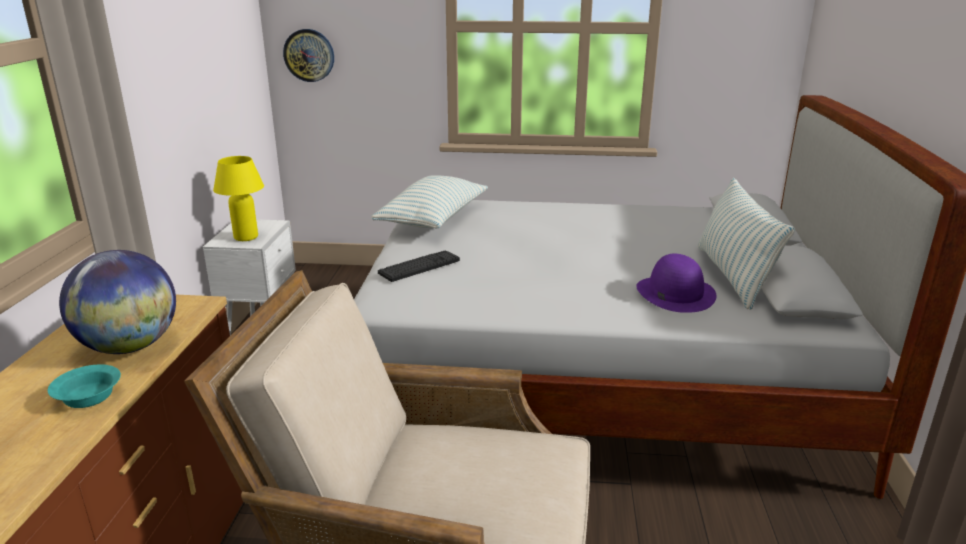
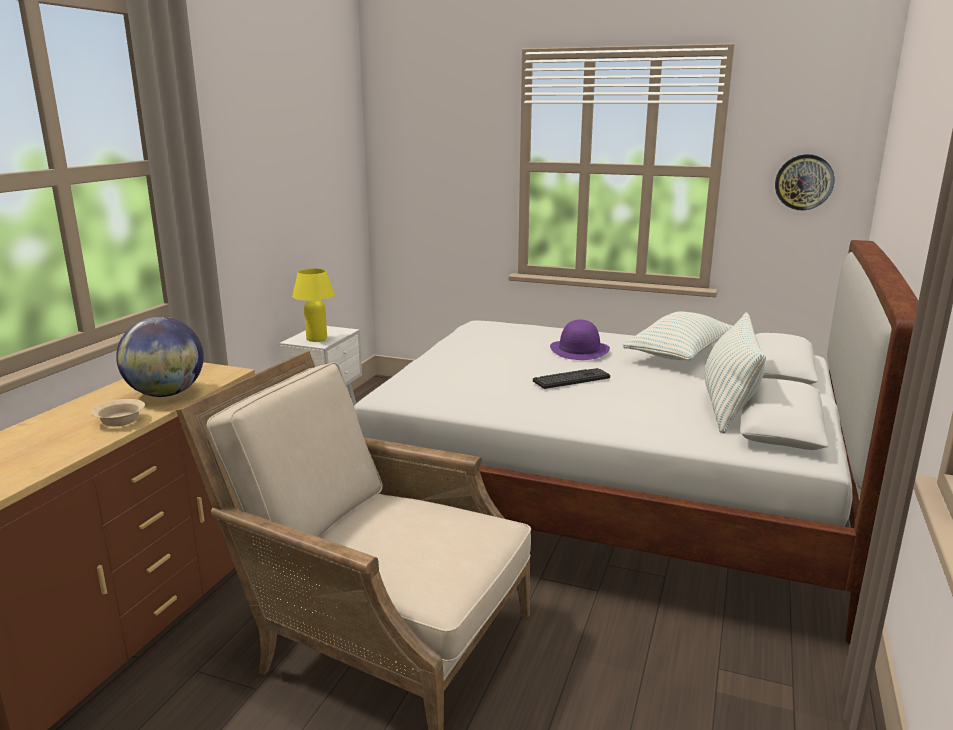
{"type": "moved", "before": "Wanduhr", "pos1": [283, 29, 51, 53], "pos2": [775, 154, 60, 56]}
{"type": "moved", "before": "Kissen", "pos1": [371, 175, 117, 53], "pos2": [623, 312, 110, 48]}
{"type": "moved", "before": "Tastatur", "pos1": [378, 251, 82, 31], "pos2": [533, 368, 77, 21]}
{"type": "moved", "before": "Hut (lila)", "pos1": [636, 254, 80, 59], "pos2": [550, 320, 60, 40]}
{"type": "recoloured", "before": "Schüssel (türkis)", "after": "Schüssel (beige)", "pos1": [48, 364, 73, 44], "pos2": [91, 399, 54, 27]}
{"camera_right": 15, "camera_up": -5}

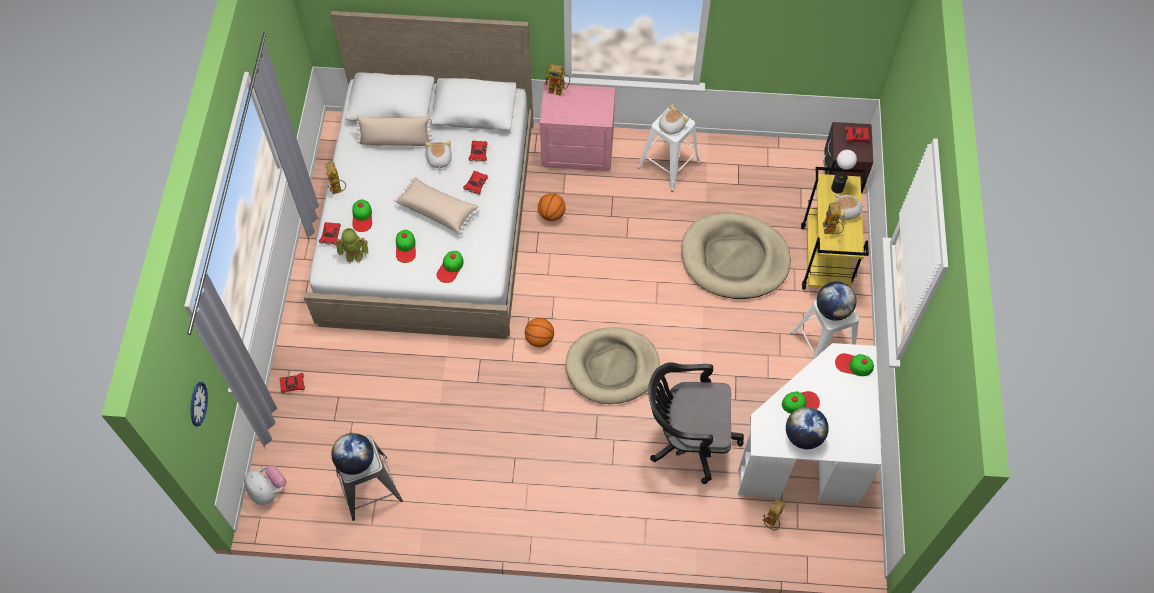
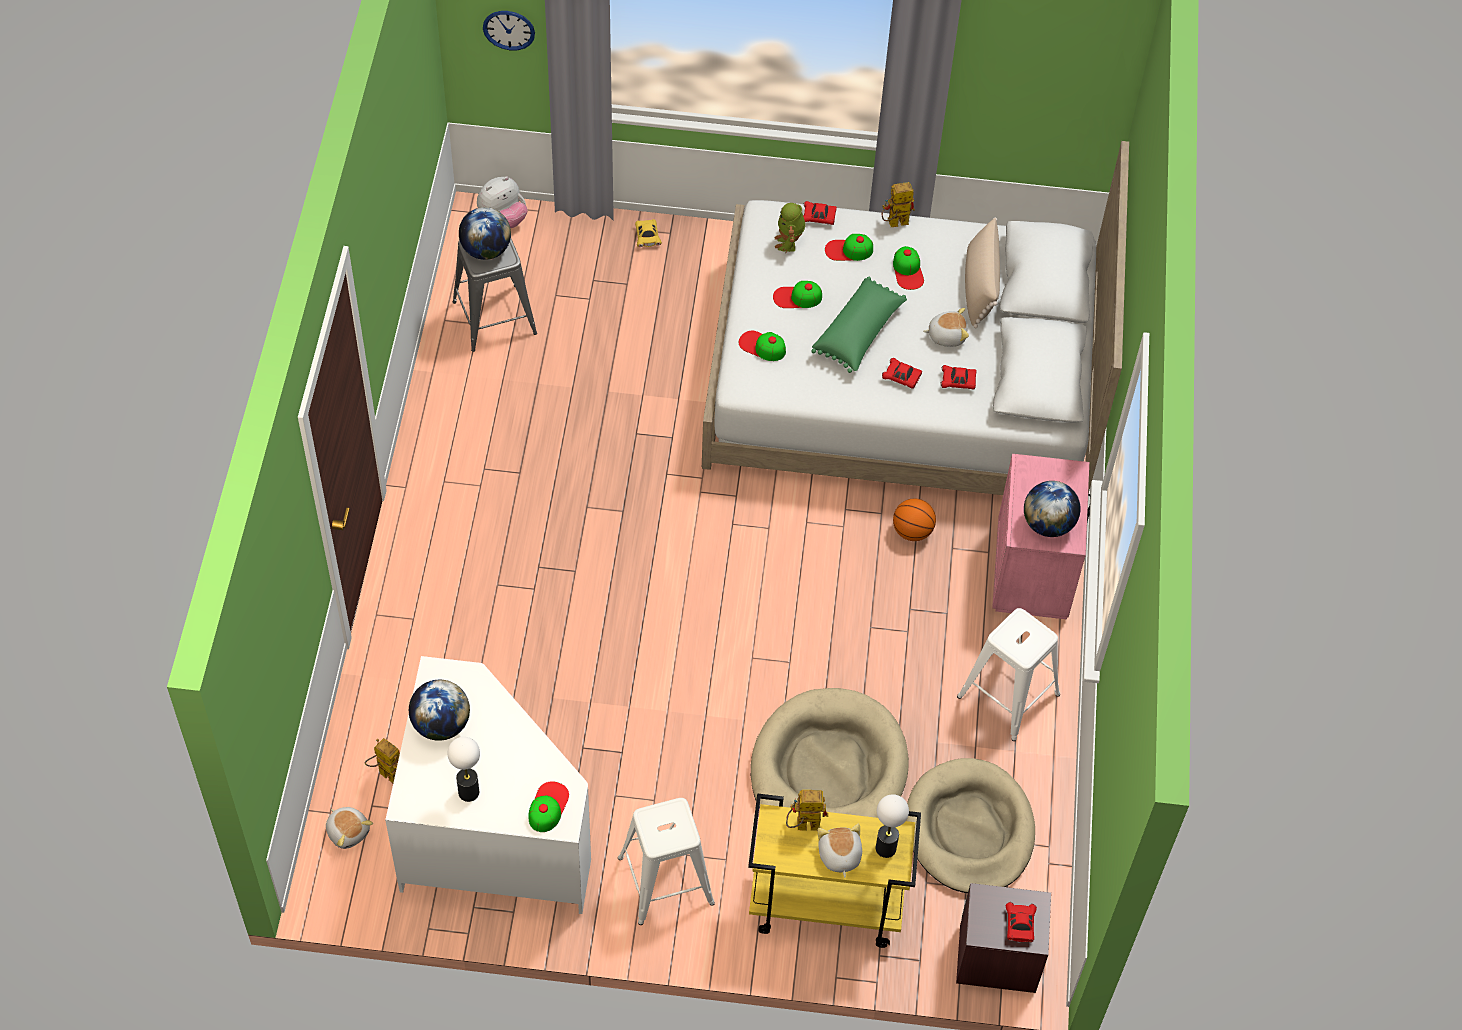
{"type": "removed", "before": "Basketball", "pos1": [525, 318, 29, 29]}
{"type": "removed", "before": "Spielzeugroboter", "pos1": [544, 64, 26, 32]}
{"type": "removed", "before": "Bürostuhl (schwarz)", "pos1": [648, 362, 96, 122]}
{"type": "added", "after": "Tischlampe", "pos2": [447, 737, 33, 65]}
{"type": "moved", "before": "Hundebett (beige)", "pos1": [565, 327, 95, 77], "pos2": [906, 758, 129, 135]}
{"type": "moved", "before": "Plüschtier", "pos1": [659, 104, 30, 31], "pos2": [326, 807, 47, 42]}
{"type": "moved", "before": "Kappe", "pos1": [782, 391, 38, 22], "pos2": [893, 246, 31, 44]}
{"type": "moved", "before": "Globus", "pos1": [817, 282, 39, 39], "pos2": [1024, 481, 57, 56]}
{"type": "recoloured", "before": "Spielzeugauto (rot)", "after": "Spielzeugauto (gelb)", "pos1": [280, 373, 25, 20], "pos2": [635, 219, 27, 28]}
{"type": "recoloured", "before": "Kissen (beige)", "after": "Kissen (grün)", "pos1": [394, 177, 85, 57], "pos2": [811, 277, 96, 96]}
{"camera_right": 90, "camera_up": -5}

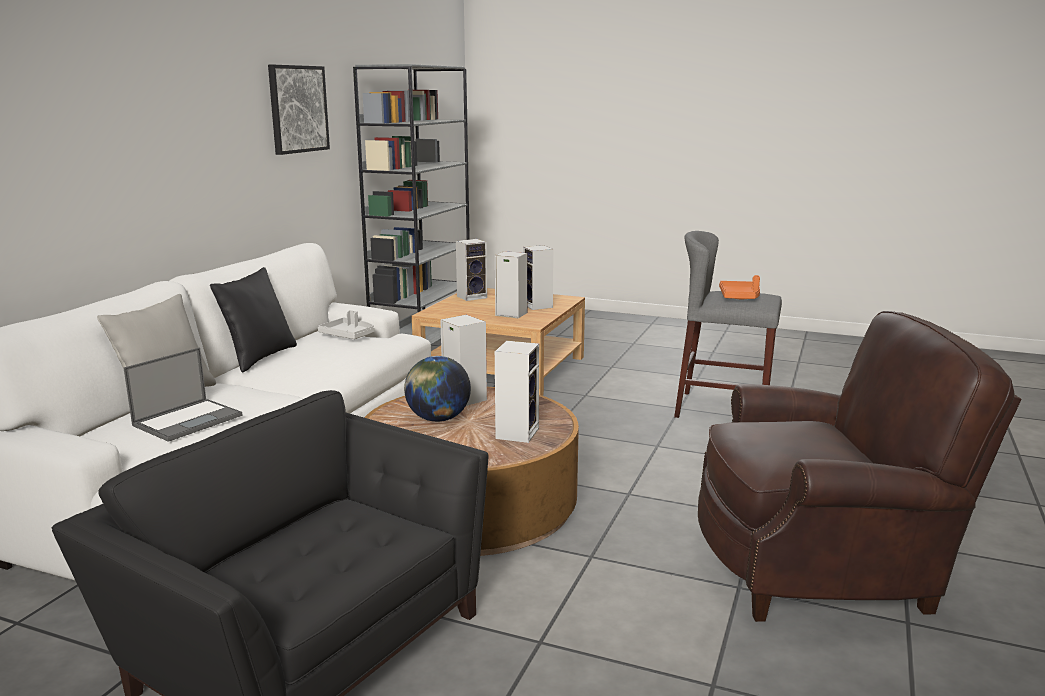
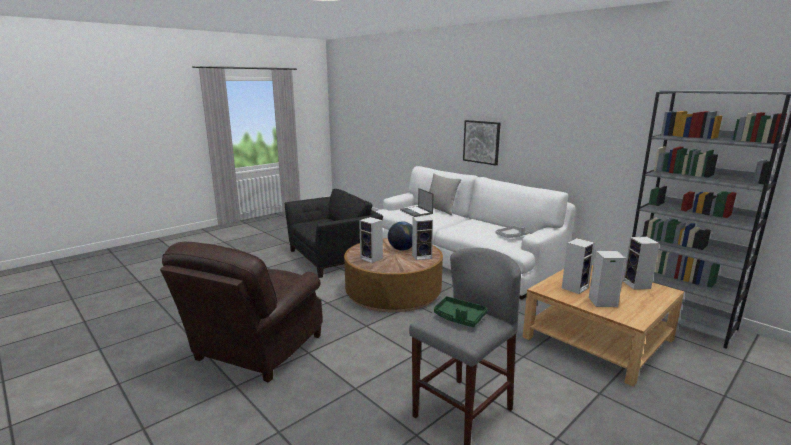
{"type": "removed", "before": "Kissen (schwarz)", "pos1": [210, 267, 87, 106]}
{"type": "moved", "before": "Bild", "pos1": [268, 65, 62, 90], "pos2": [463, 120, 38, 46]}
{"type": "recoloured", "before": "Tablett (orange)", "after": "Tablett (grün)", "pos1": [719, 275, 41, 24], "pos2": [434, 296, 53, 31]}
{"camera_right": 115, "camera_up": 0}

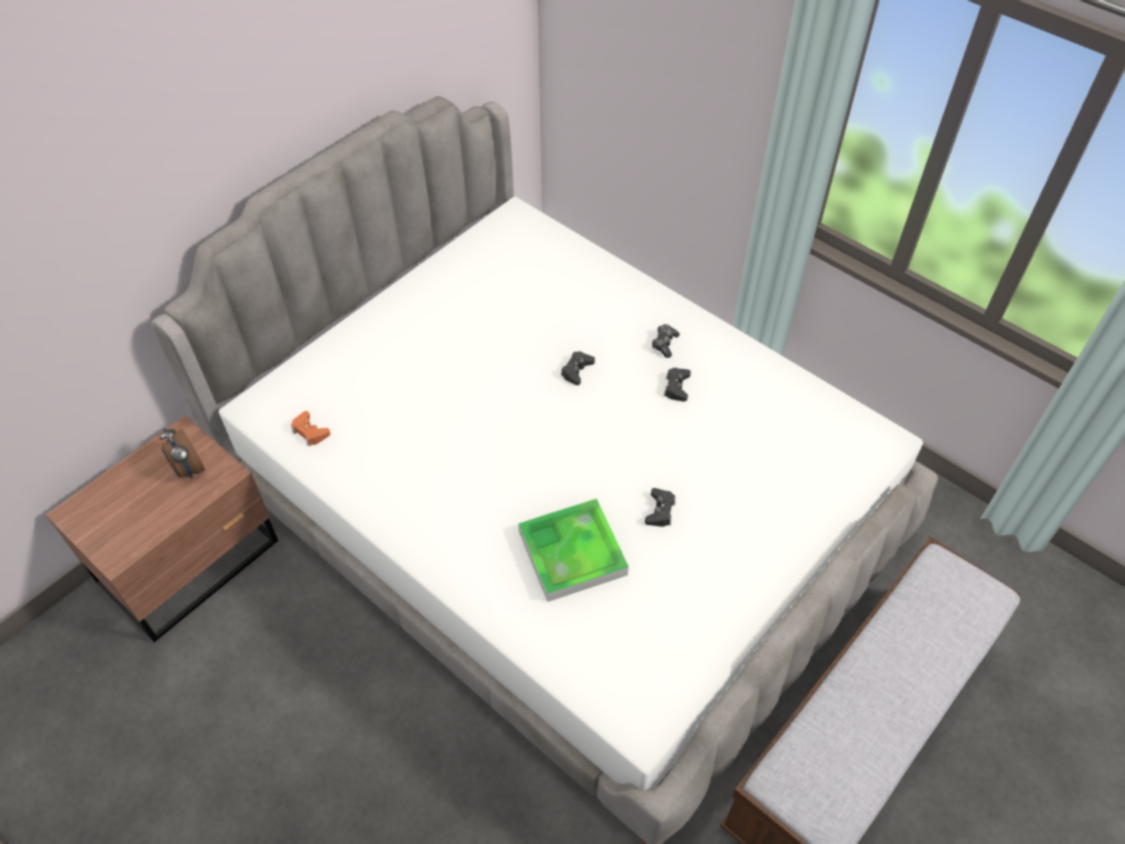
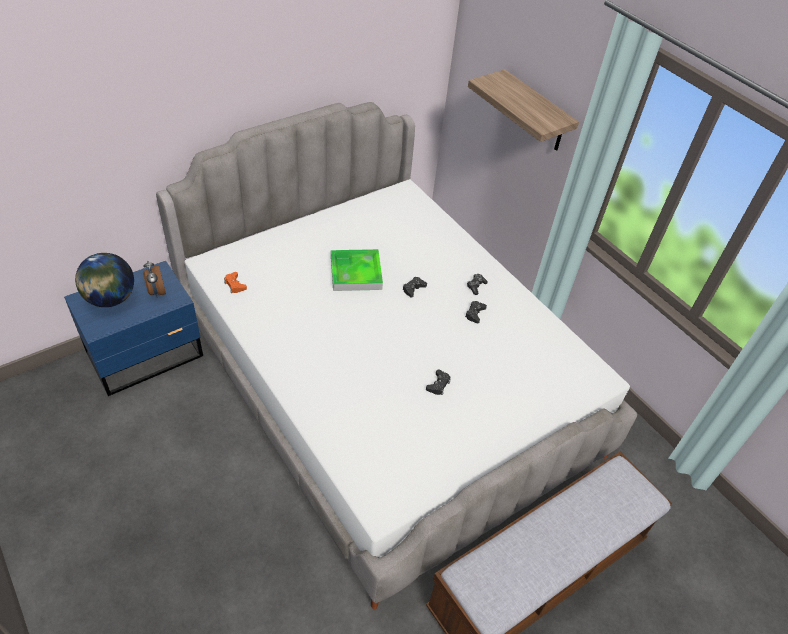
{"type": "added", "after": "Globus", "pos2": [75, 253, 59, 54]}
{"type": "added", "after": "Wandregal", "pos2": [468, 69, 111, 82]}
{"type": "moved", "before": "Tablett", "pos1": [518, 499, 111, 103], "pos2": [331, 249, 52, 42]}
{"type": "recoloured", "before": "Nachttisch (braun)", "after": "Nachttisch (blau)", "pos1": [45, 415, 233, 227], "pos2": [64, 261, 139, 135]}
{"camera_right": 10, "camera_up": -5}

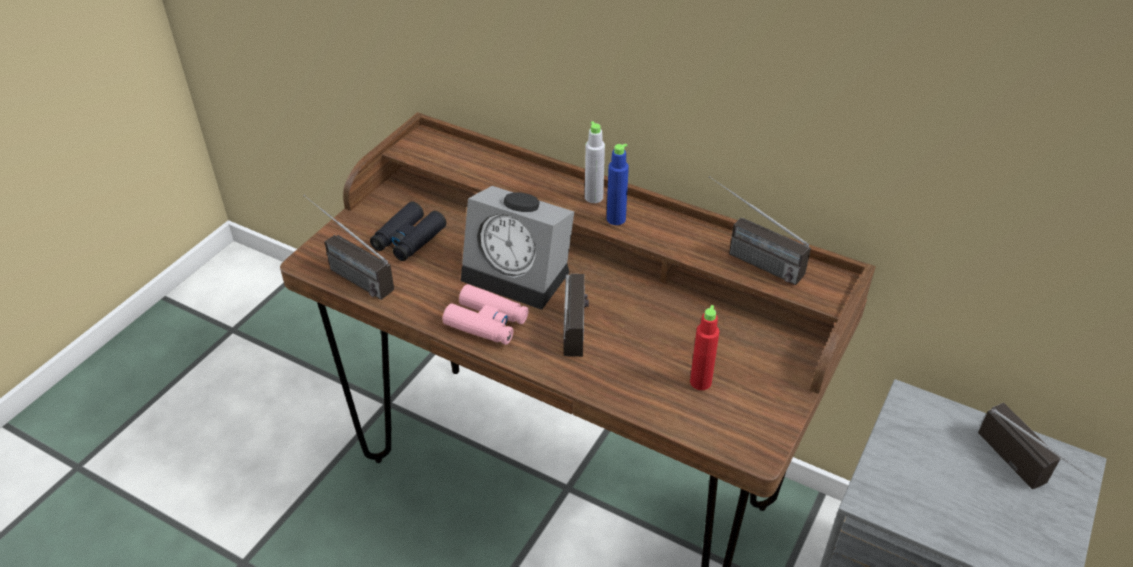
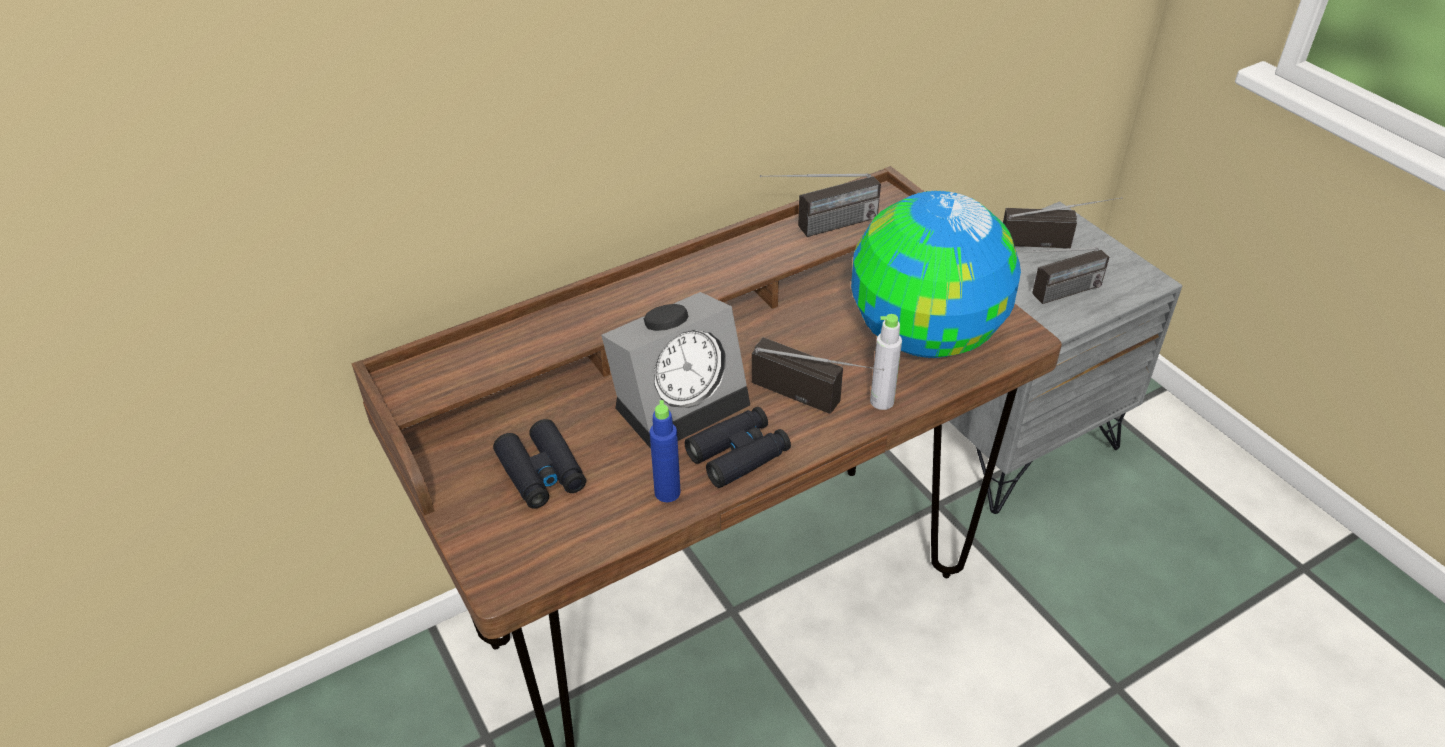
{"type": "moved", "before": "Radio", "pos1": [304, 195, 90, 105], "pos2": [1017, 247, 92, 57]}
{"type": "moved", "before": "Flasche (grau)", "pos1": [585, 121, 20, 82], "pos2": [870, 314, 32, 96]}
{"type": "moved", "before": "Flasche (blau)", "pos1": [607, 144, 22, 81], "pos2": [650, 400, 31, 102]}
{"type": "replaced", "before": "Flasche (rot)", "after": "Globus", "pos1": [690, 305, 29, 85], "pos2": [851, 191, 170, 167]}
{"type": "recoloured", "before": "Fernglas (rosa)", "after": "Fernglas (schwarz)", "pos1": [443, 284, 86, 61], "pos2": [685, 407, 106, 81]}
{"camera_right": -60, "camera_up": 0}

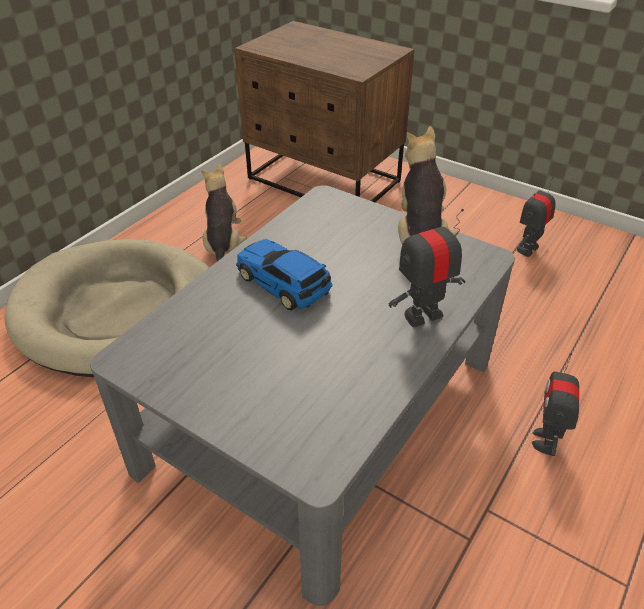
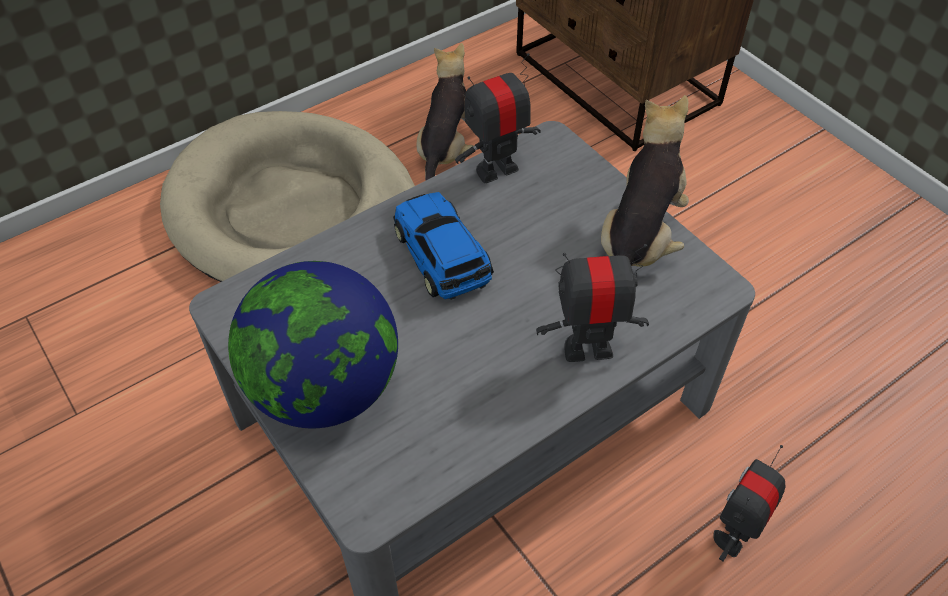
{"type": "added", "after": "Globus", "pos2": [228, 261, 170, 167]}
{"type": "moved", "before": "Spielzeugroboter", "pos1": [517, 177, 39, 80], "pos2": [455, 53, 86, 130]}
{"camera_right": 20, "camera_up": 10}

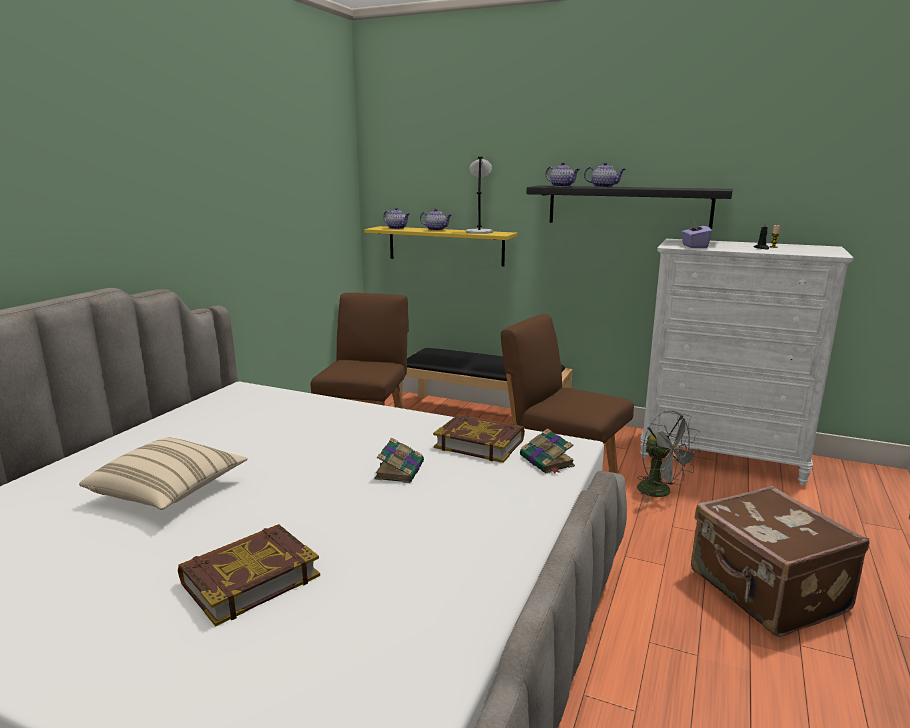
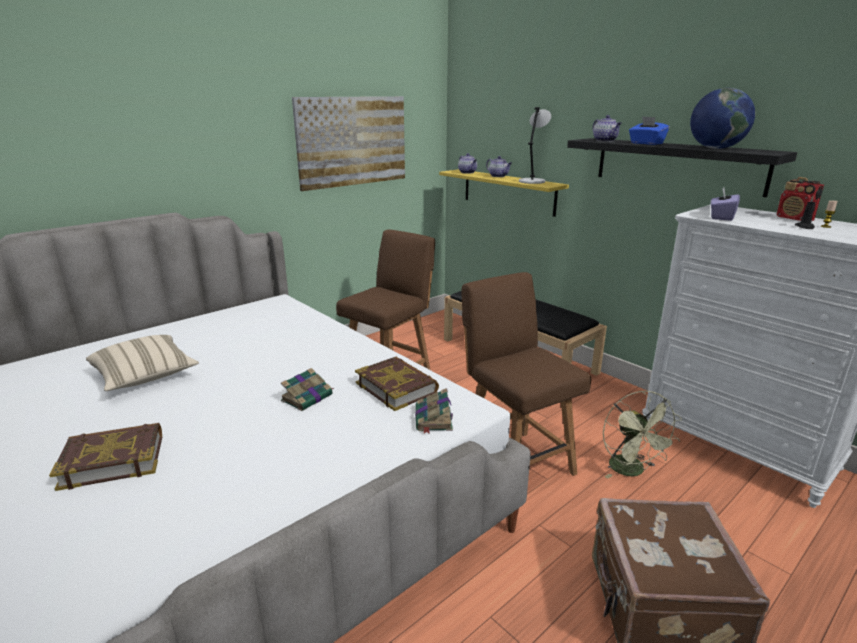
{"type": "added", "after": "Bild", "pos2": [292, 96, 113, 95]}
{"type": "added", "after": "Globus", "pos2": [690, 88, 65, 61]}
{"type": "added", "after": "Radio", "pos2": [777, 177, 47, 44]}
{"type": "replaced", "before": "Teekanne", "after": "Taschentuchbox (blau)", "pos1": [584, 162, 42, 26], "pos2": [629, 116, 40, 29]}
{"type": "recoloured", "before": "Ventilator (grau)", "after": "Ventilator (grün)", "pos1": [637, 410, 63, 93], "pos2": [603, 390, 79, 89]}
{"camera_right": 25, "camera_up": 5}

